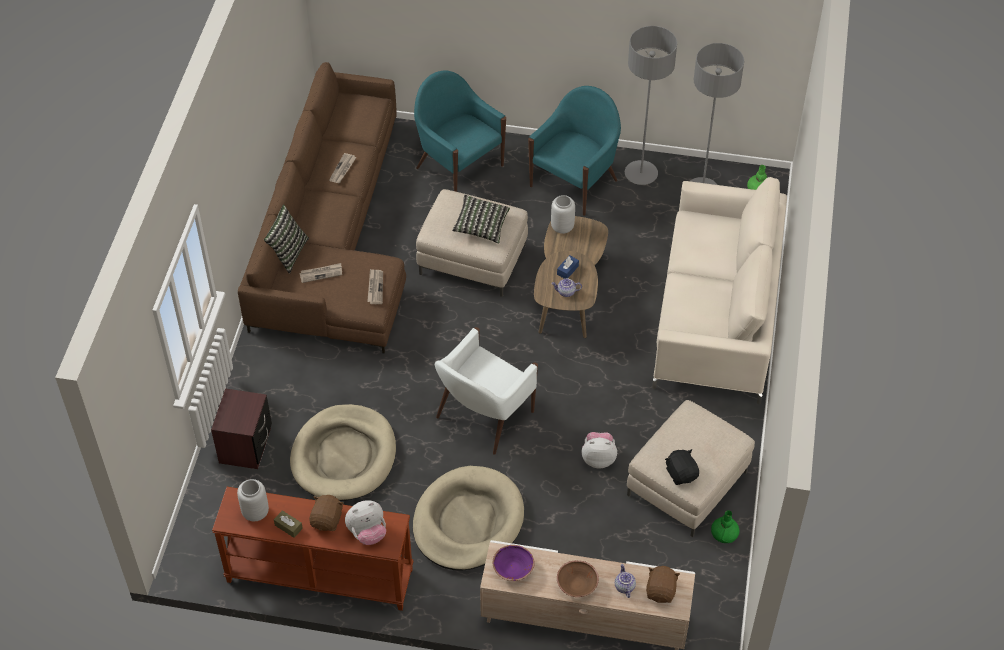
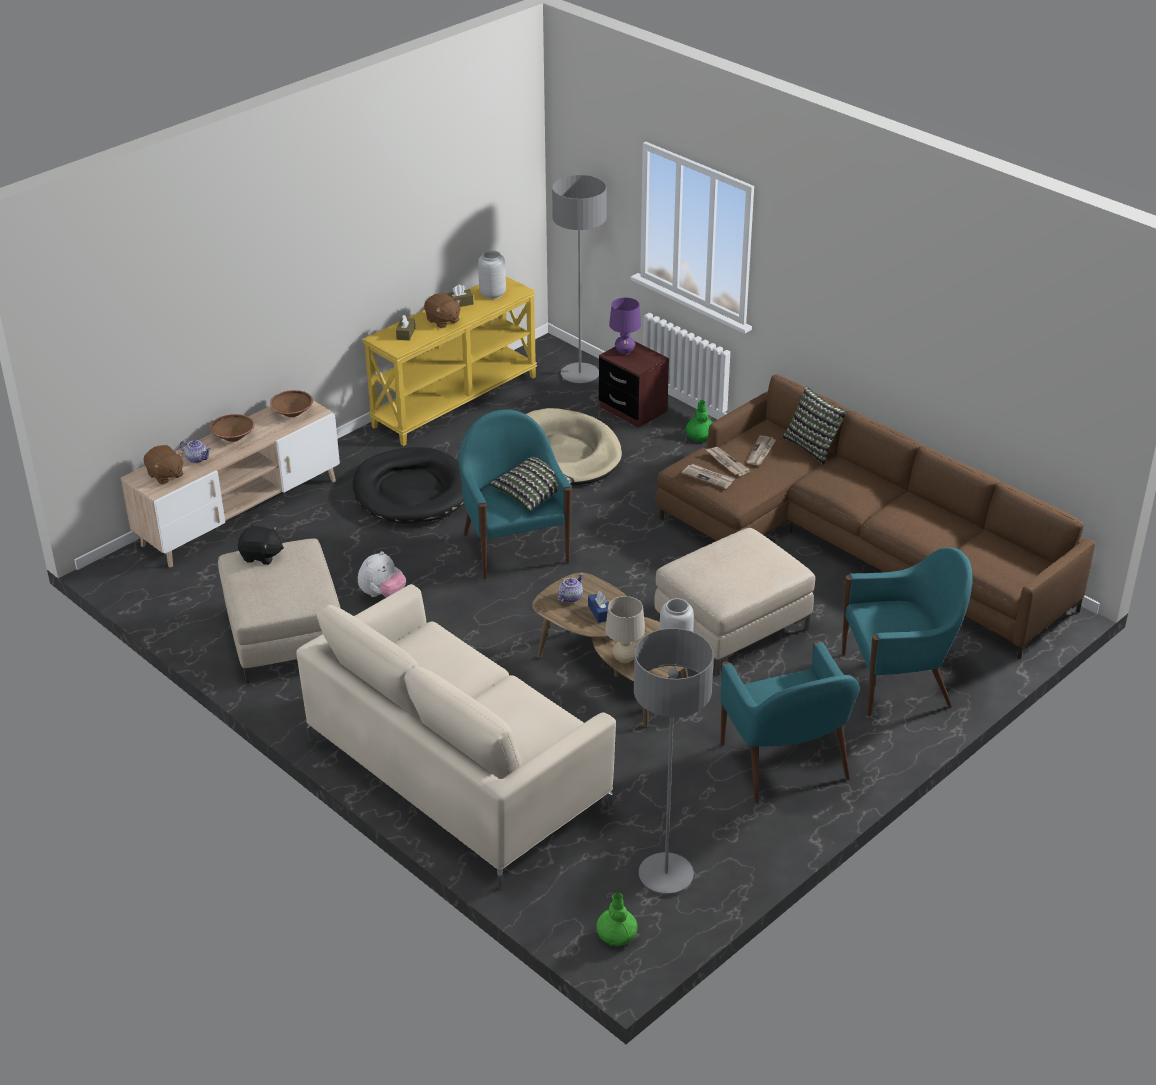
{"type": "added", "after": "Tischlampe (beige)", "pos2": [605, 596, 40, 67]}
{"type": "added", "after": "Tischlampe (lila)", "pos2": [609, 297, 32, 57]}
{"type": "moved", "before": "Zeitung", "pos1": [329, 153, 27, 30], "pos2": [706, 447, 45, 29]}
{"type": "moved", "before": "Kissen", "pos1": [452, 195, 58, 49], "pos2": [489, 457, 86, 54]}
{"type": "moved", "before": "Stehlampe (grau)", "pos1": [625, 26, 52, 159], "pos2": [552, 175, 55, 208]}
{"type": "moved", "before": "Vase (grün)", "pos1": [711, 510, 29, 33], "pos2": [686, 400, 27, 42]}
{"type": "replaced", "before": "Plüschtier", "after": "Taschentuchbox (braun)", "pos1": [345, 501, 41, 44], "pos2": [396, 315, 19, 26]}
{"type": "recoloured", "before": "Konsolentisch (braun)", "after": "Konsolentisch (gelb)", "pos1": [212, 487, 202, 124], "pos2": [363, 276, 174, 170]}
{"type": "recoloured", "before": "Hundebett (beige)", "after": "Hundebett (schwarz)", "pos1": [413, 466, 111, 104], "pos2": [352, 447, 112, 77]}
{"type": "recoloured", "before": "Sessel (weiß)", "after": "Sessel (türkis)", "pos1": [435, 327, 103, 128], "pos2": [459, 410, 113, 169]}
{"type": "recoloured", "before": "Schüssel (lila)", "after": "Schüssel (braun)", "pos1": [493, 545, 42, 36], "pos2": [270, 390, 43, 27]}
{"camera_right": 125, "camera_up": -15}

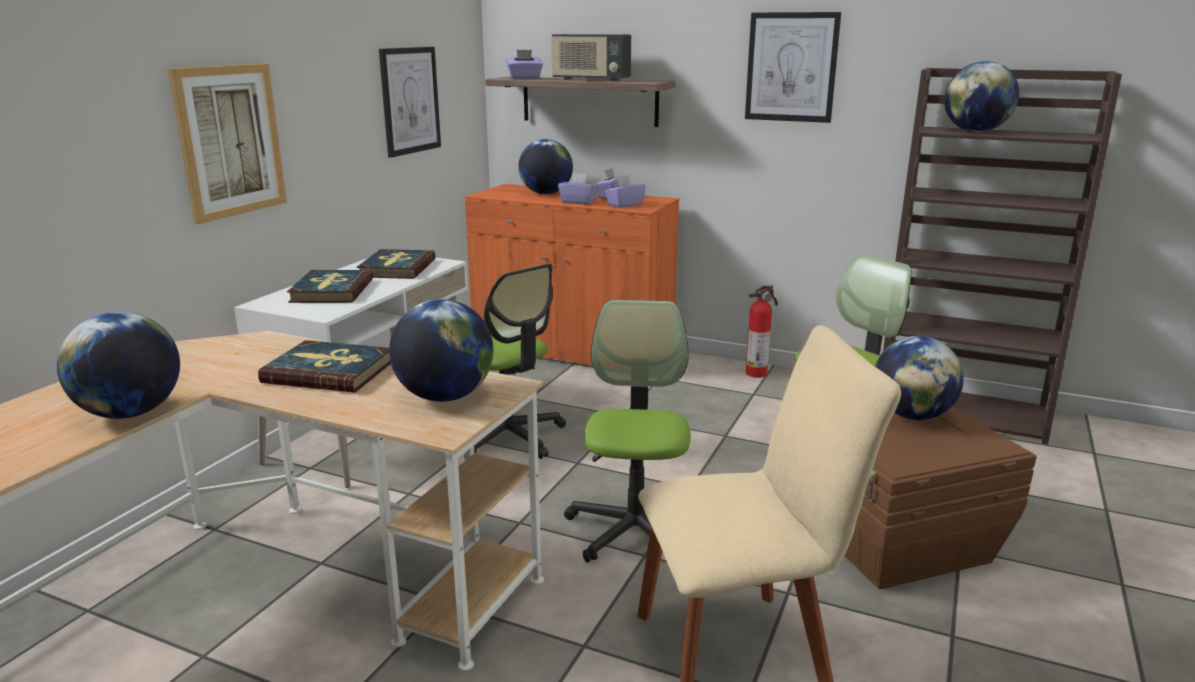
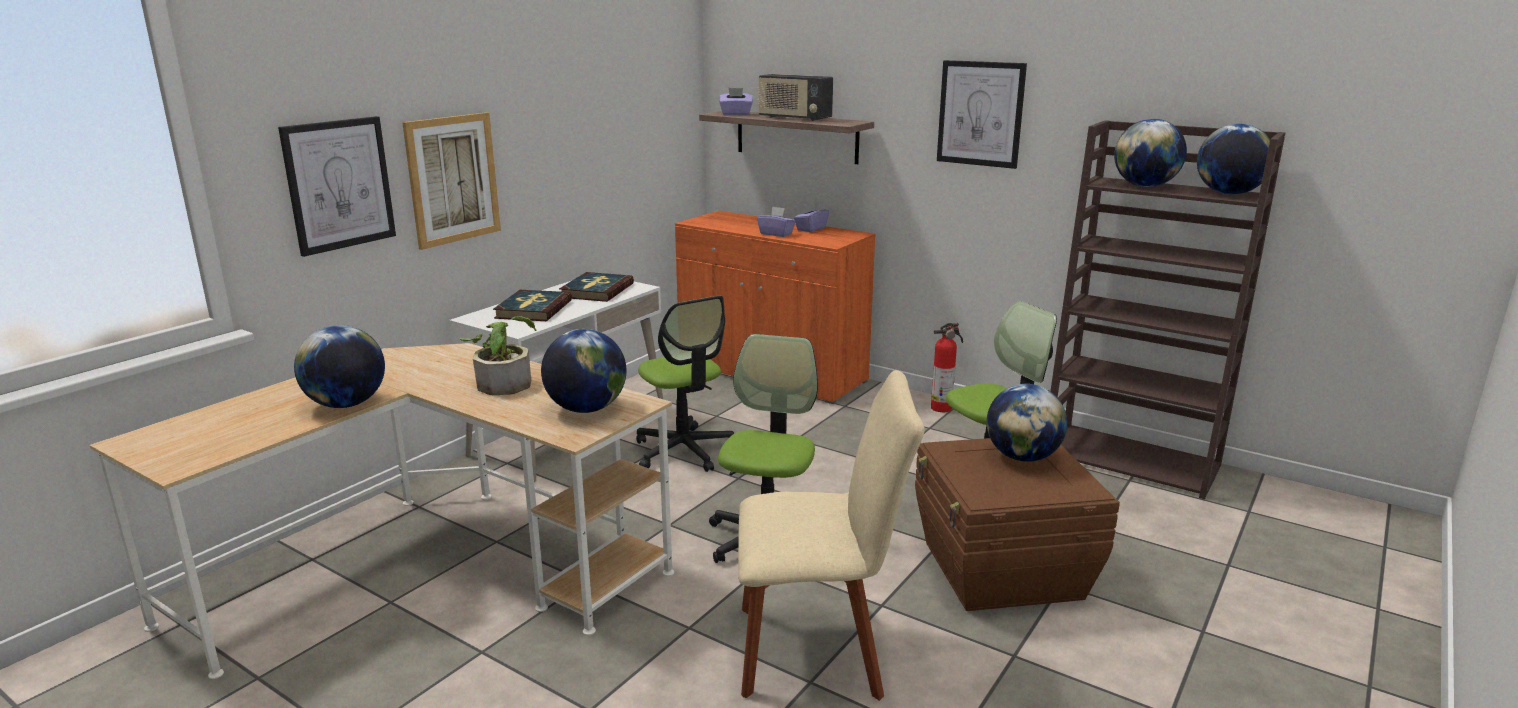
{"type": "removed", "before": "Taschentuchbox (lila)", "pos1": [605, 175, 41, 33]}
{"type": "moved", "before": "Bild", "pos1": [379, 47, 62, 111], "pos2": [278, 116, 118, 141]}
{"type": "moved", "before": "Globus", "pos1": [518, 139, 55, 55], "pos2": [1197, 124, 73, 71]}
{"type": "replaced", "before": "Buch", "after": "Topfpflanze", "pos1": [258, 340, 133, 53], "pos2": [460, 316, 76, 79]}
{"camera_right": 10, "camera_up": 0}

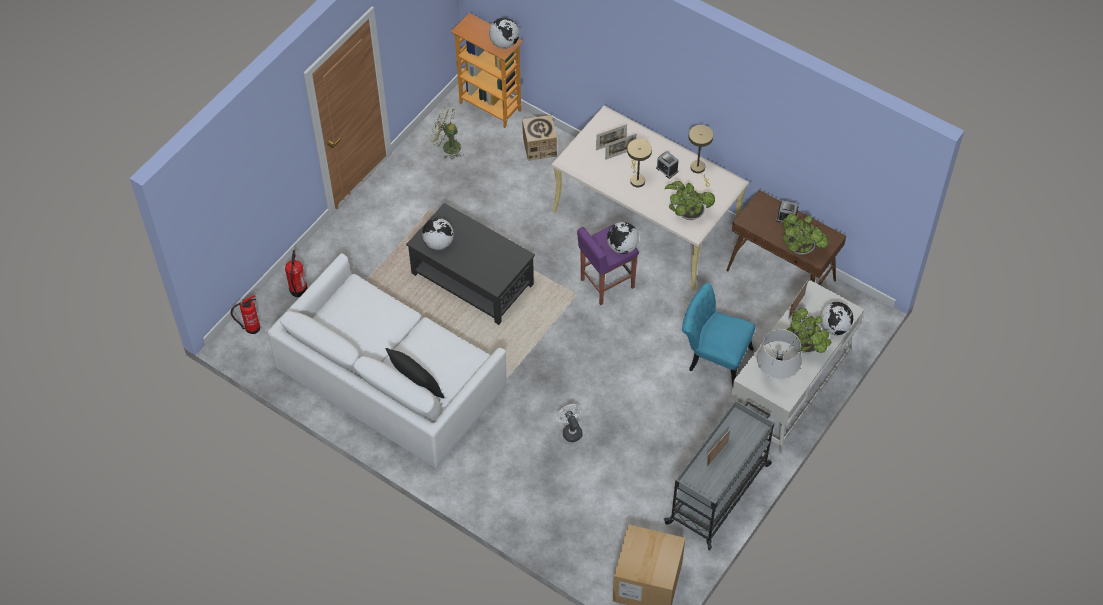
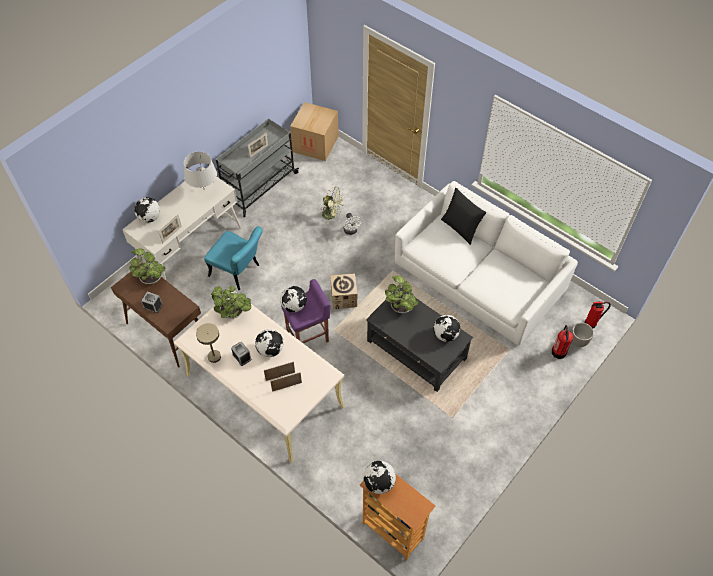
{"type": "added", "after": "Pflanzkübel", "pos2": [571, 322, 23, 25]}
{"type": "moved", "before": "Ventilator (grün)", "pos1": [430, 107, 34, 52], "pos2": [321, 186, 23, 39]}
{"type": "moved", "before": "Karton", "pos1": [522, 115, 35, 46], "pos2": [330, 273, 28, 36]}
{"type": "moved", "before": "Topfpflanze", "pos1": [787, 308, 44, 45], "pos2": [385, 276, 34, 37]}
{"type": "replaced", "before": "Tischlampe (beige)", "after": "Globus", "pos1": [627, 139, 25, 48], "pos2": [255, 329, 29, 28]}
{"camera_right": -175, "camera_up": 0}

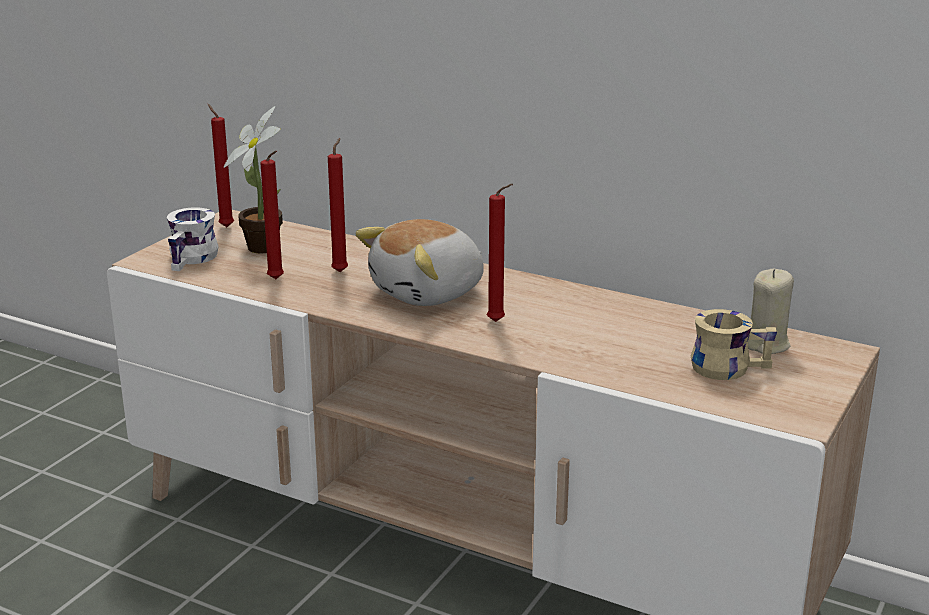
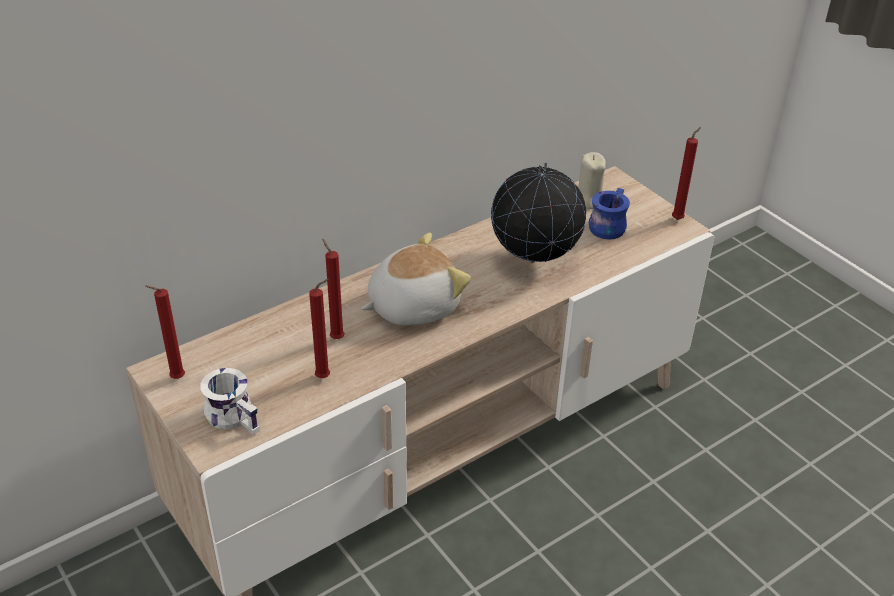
{"type": "removed", "before": "Topfpflanze", "pos1": [223, 106, 60, 147]}
{"type": "added", "after": "Globus", "pos2": [491, 163, 95, 100]}
{"type": "moved", "before": "Kerze (rot)", "pos1": [487, 184, 26, 138], "pos2": [672, 127, 29, 93]}
{"type": "recoloured", "before": "Henkelbecher (beige)", "after": "Henkelbecher (blau)", "pos1": [691, 309, 86, 71], "pos2": [589, 188, 41, 52]}
{"type": "turned", "before": "Plüschtier", "pos1": [355, 219, 129, 87], "pos2": [361, 232, 110, 93], "turn": -105}
{"camera_right": -65, "camera_up": 15}

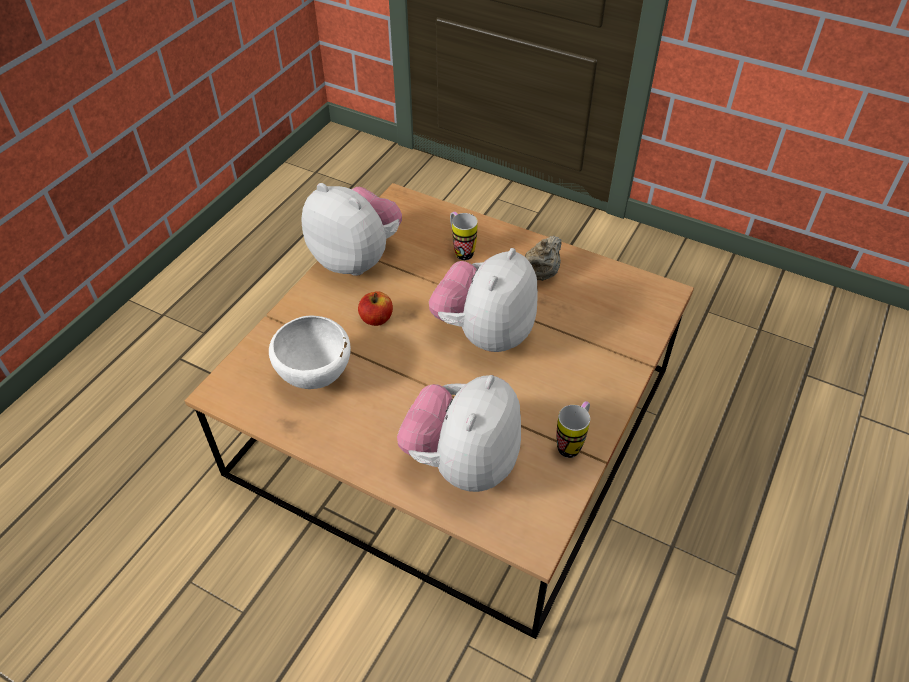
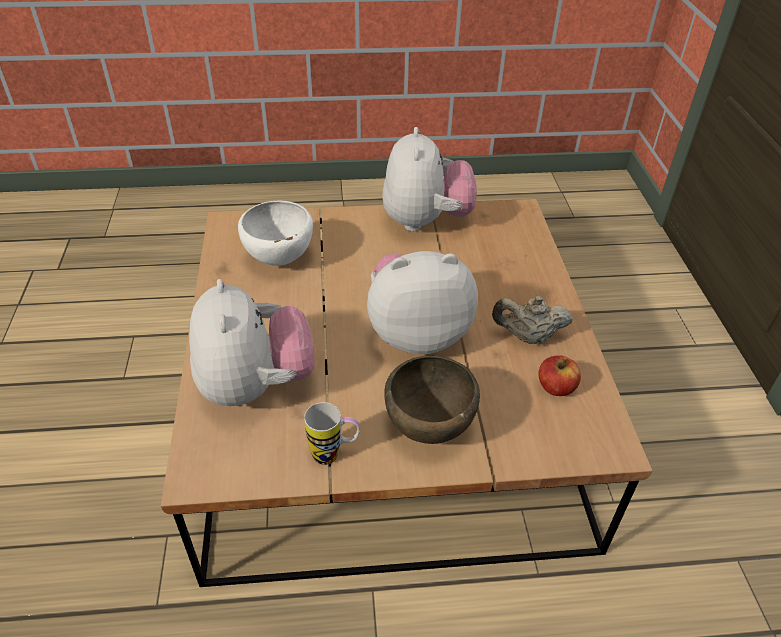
{"type": "removed", "before": "Henkelbecher", "pos1": [450, 212, 28, 48]}
{"type": "added", "after": "Schüssel (braun)", "pos2": [384, 356, 96, 88]}
{"type": "moved", "before": "Apfel", "pos1": [358, 291, 35, 35], "pos2": [538, 355, 43, 41]}
{"type": "turned", "before": "Plüschtier", "pos1": [397, 375, 124, 117], "pos2": [189, 279, 126, 127], "turn": 90}
{"camera_right": 55, "camera_up": -5}

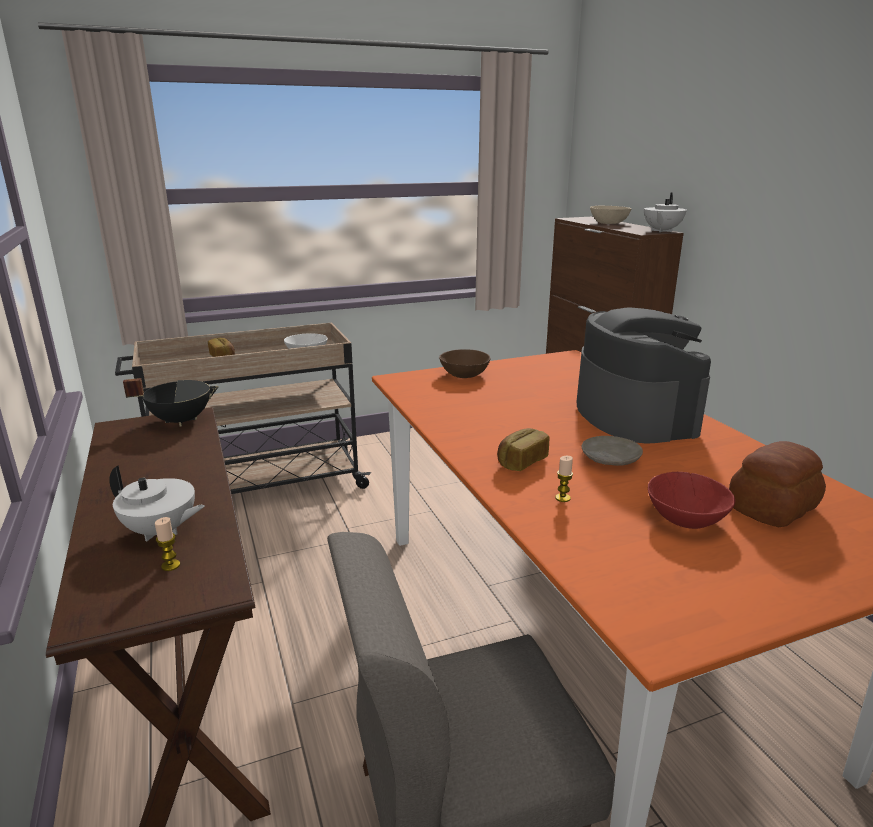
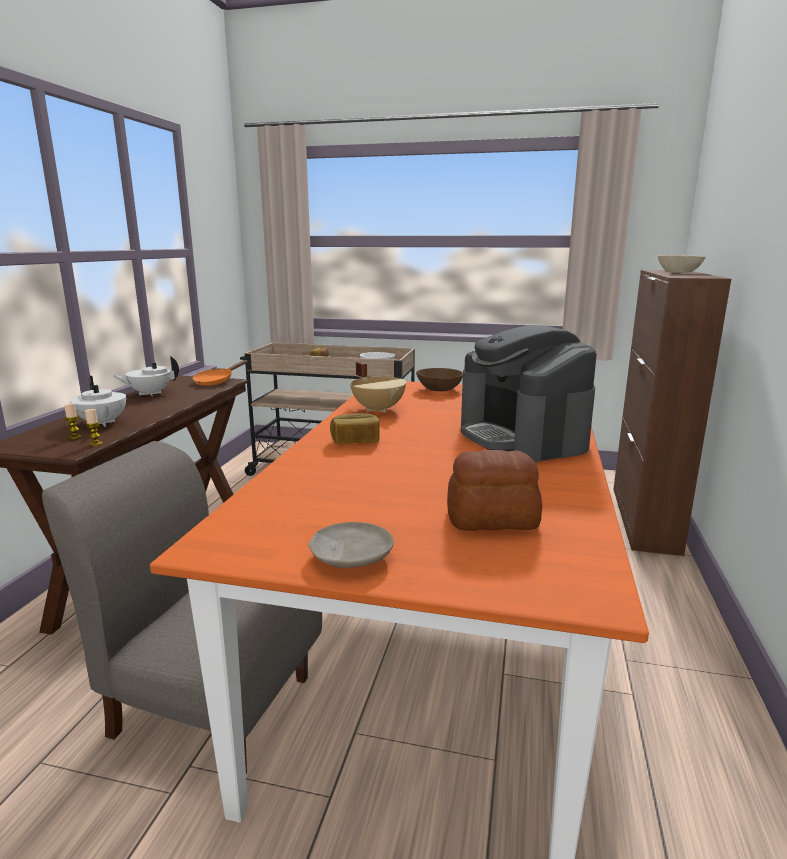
{"type": "removed", "before": "Schüssel (rot)", "pos1": [648, 472, 87, 57]}
{"type": "added", "after": "Kochtopf (beige)", "pos2": [350, 362, 56, 51]}
{"type": "moved", "before": "Kerze", "pos1": [555, 456, 18, 46], "pos2": [85, 409, 18, 37]}
{"type": "moved", "before": "Teller (beige)", "pos1": [582, 436, 61, 30], "pos2": [309, 522, 85, 46]}
{"type": "moved", "before": "Teekanne (weiß)", "pos1": [644, 192, 43, 41], "pos2": [113, 356, 66, 40]}
{"type": "replaced", "before": "Kochtopf (schwarz)", "after": "Pfanne (orange)", "pos1": [123, 378, 96, 49], "pos2": [192, 360, 56, 26]}
{"type": "turned", "before": "Kaffeemaschine", "pos1": [577, 307, 134, 137], "pos2": [461, 325, 136, 137], "turn": 135}
{"camera_right": 35, "camera_up": -5}

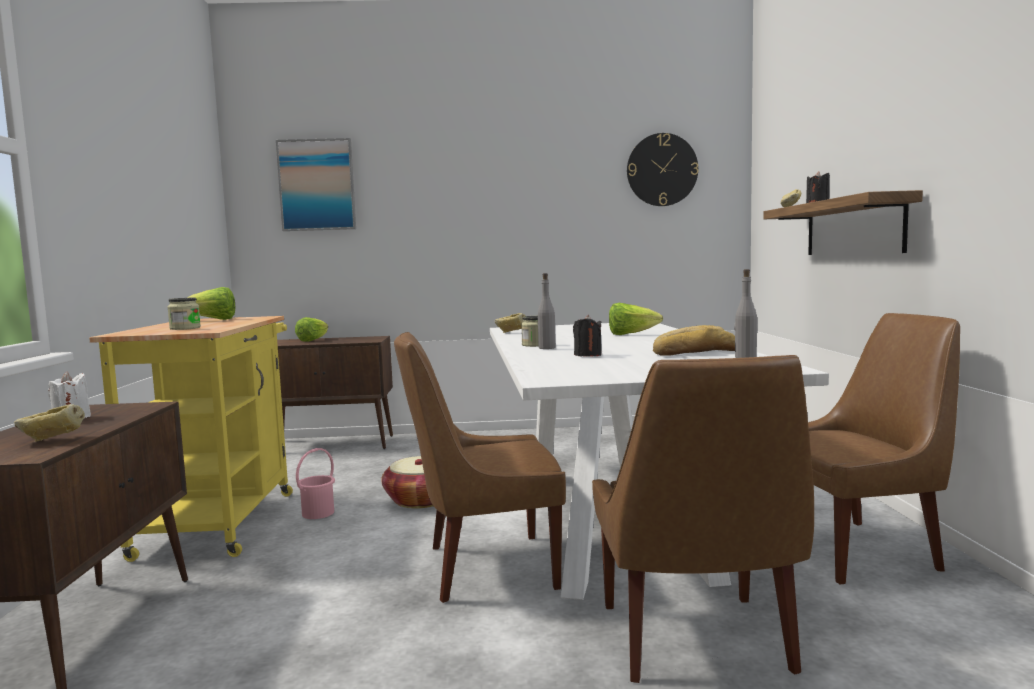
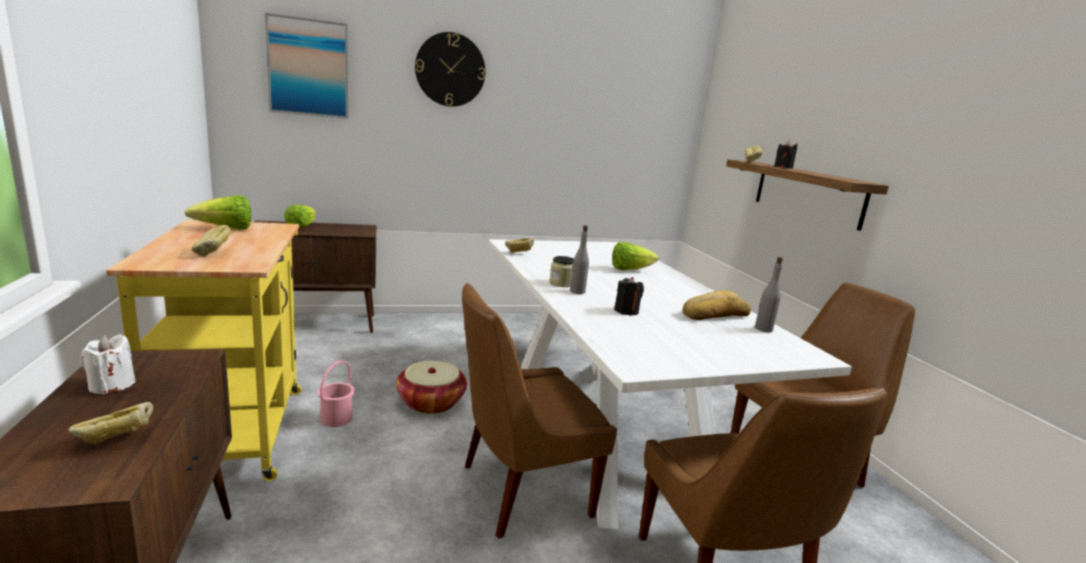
{"type": "moved", "before": "Wanduhr", "pos1": [627, 133, 71, 73], "pos2": [415, 32, 70, 75]}
{"type": "replaced", "before": "Vorratsglas", "after": "Brot", "pos1": [167, 298, 34, 32], "pos2": [192, 225, 39, 32]}
{"camera_right": -15, "camera_up": 10}

